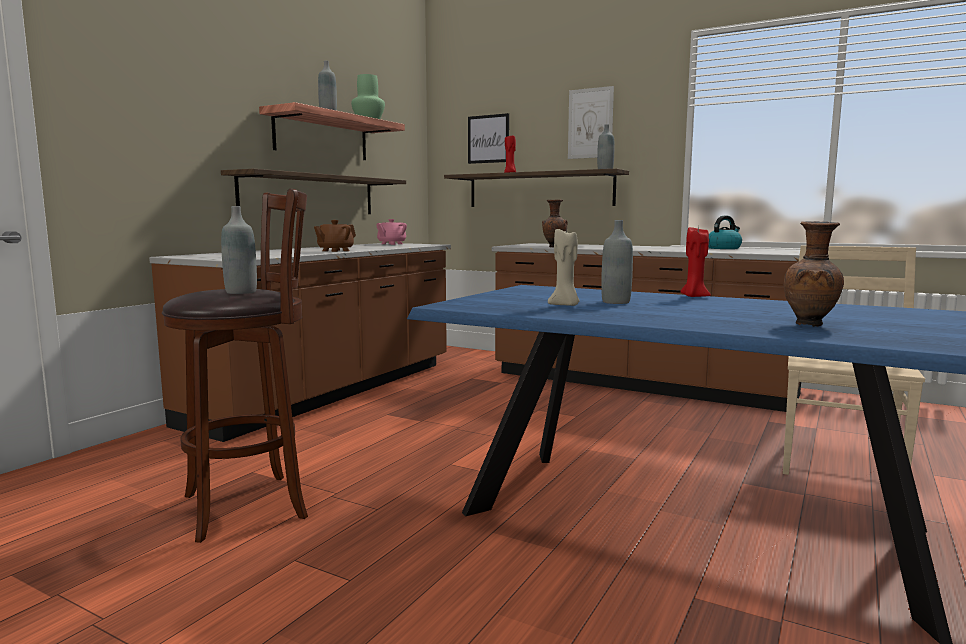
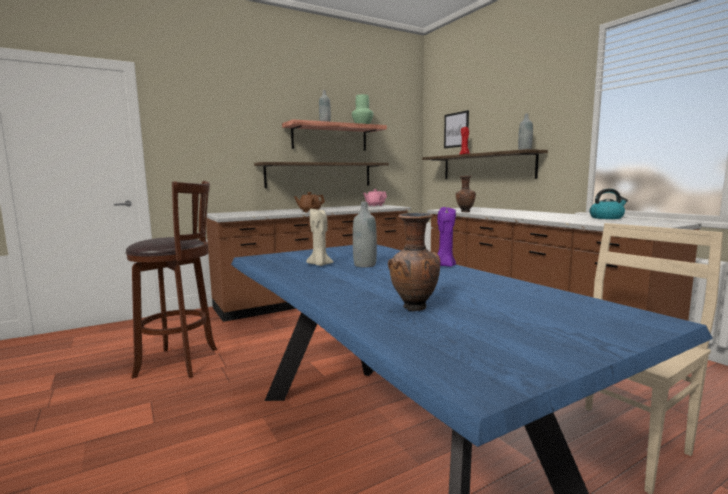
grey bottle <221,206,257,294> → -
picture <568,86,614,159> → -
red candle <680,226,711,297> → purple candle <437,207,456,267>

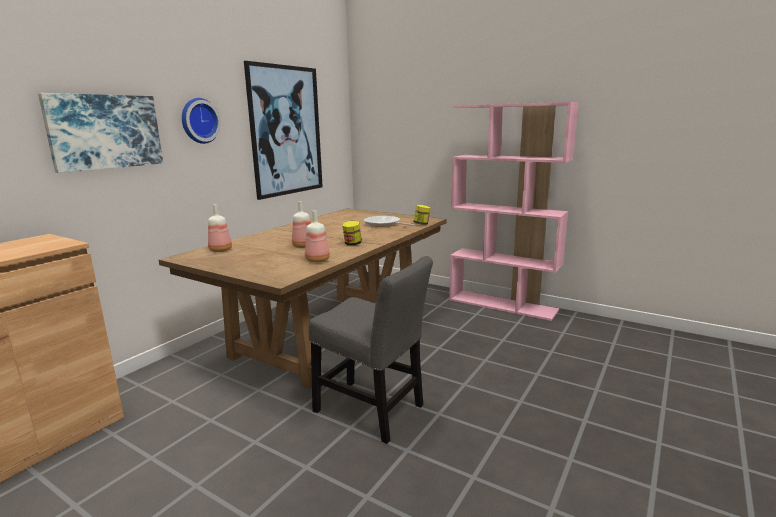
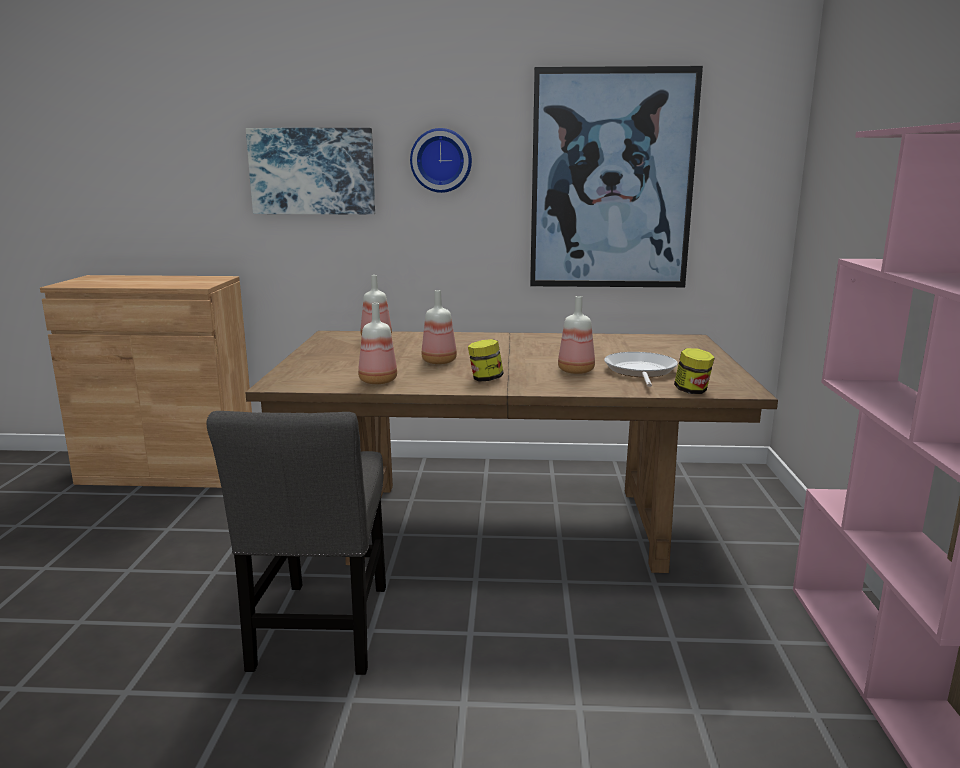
- → bottle <558,296,595,374>

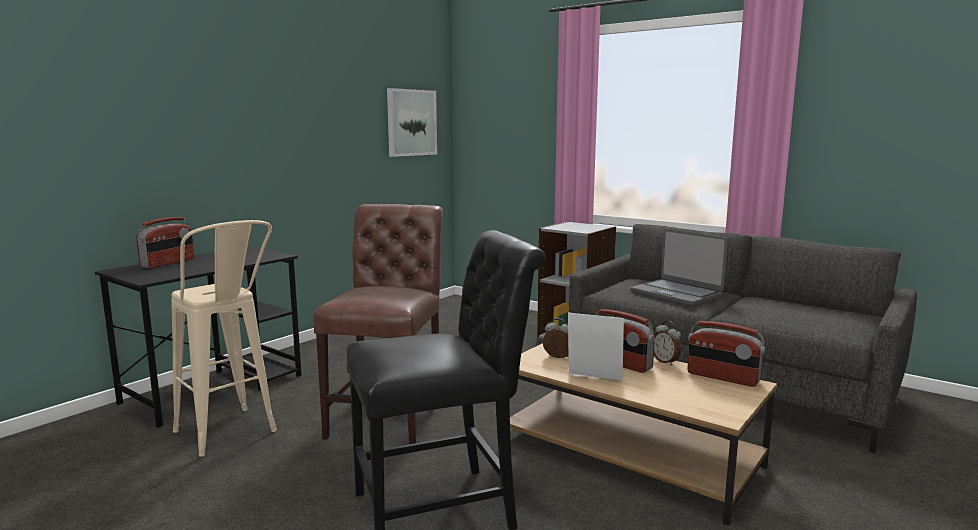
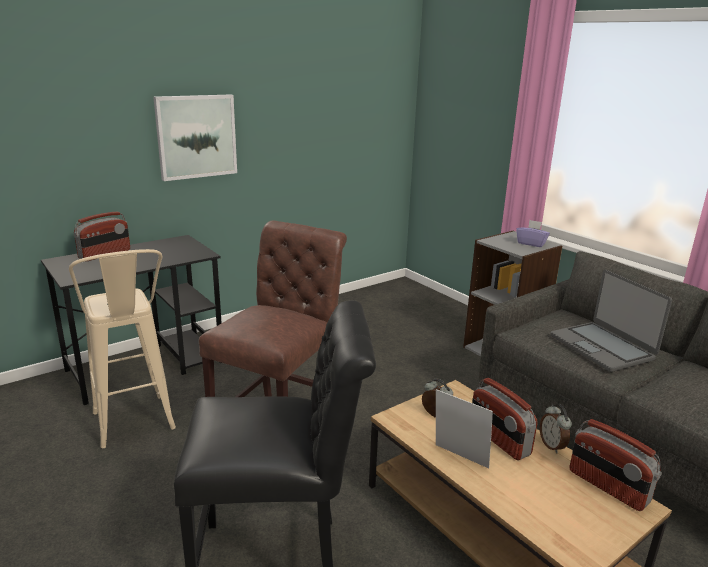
- → purple tissue box <516,220,550,247>
picture <387,88,437,157> → picture <153,94,237,181>, relocated

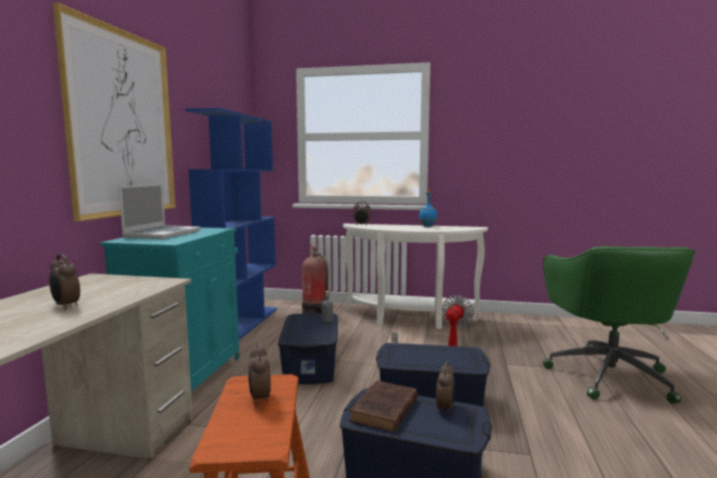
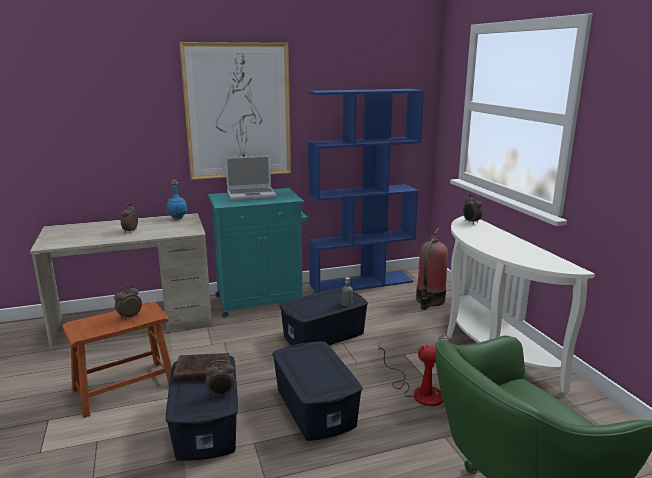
blue bottle <419,190,438,227> → blue bottle <167,180,187,220>, relocated

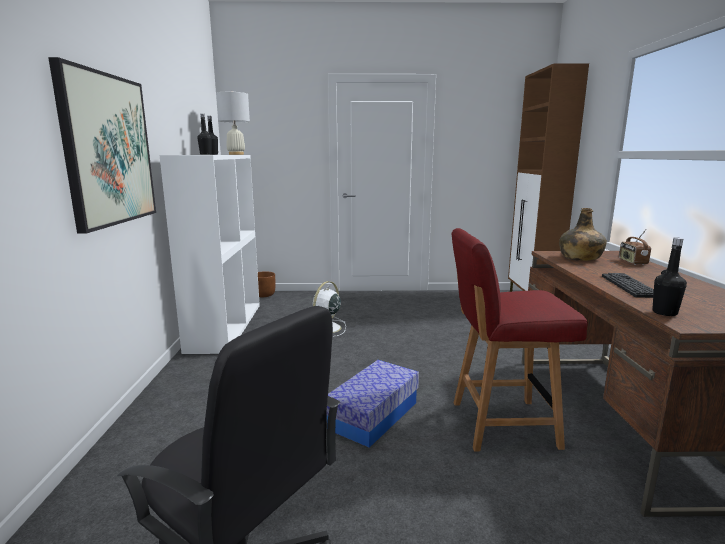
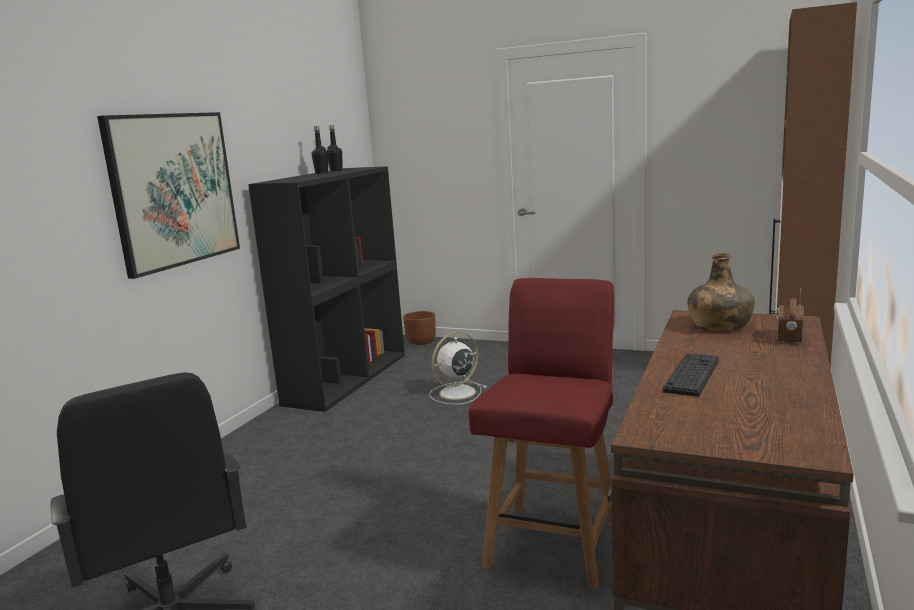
white table lamp <216,91,250,155> → -
storage box <326,360,419,448> → -
black bottle <652,238,687,316> → -
white bookcase <159,155,260,354> → black bookcase <248,166,405,412>
red chair <452,228,588,452> → red chair <469,278,614,589>, 90 degrees clockwise

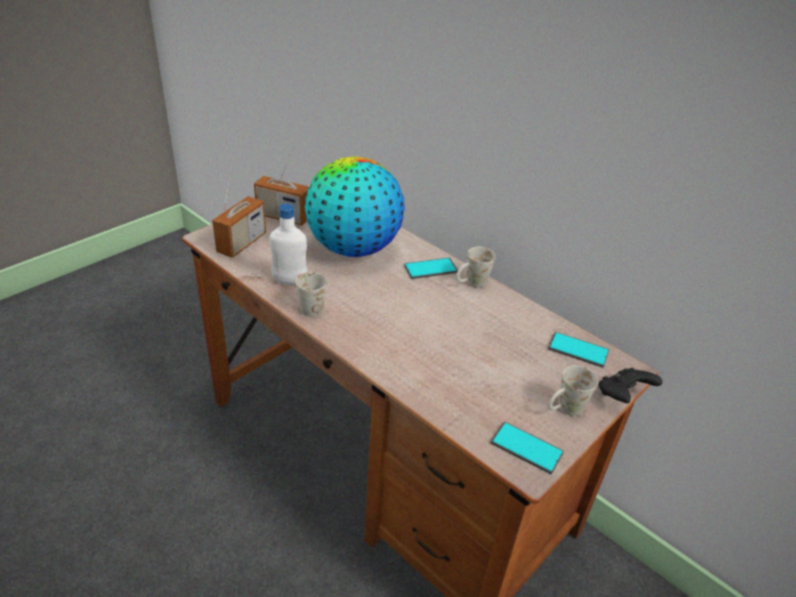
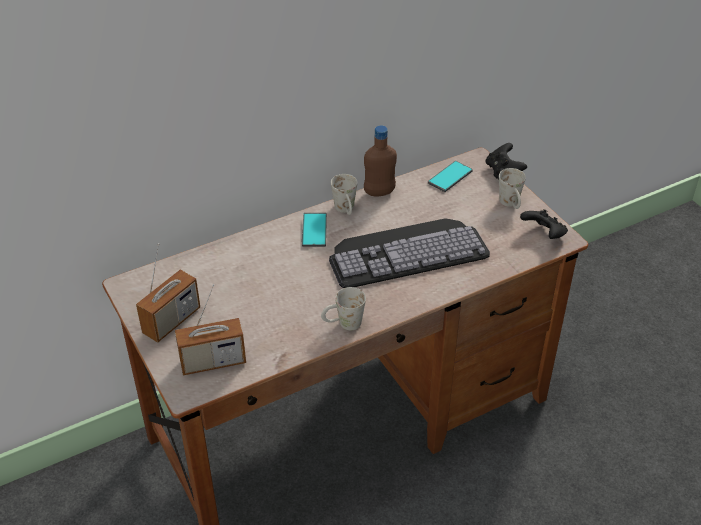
white bottle <269,204,308,285> → -
globe <305,157,405,257> → -
- → keyboard <329,218,490,288>
- → brown bottle <364,125,397,196>
phone <490,422,564,474> → black game controller <520,209,568,239>
radio <212,164,266,258> → radio <175,284,246,375>, 120 degrees clockwise

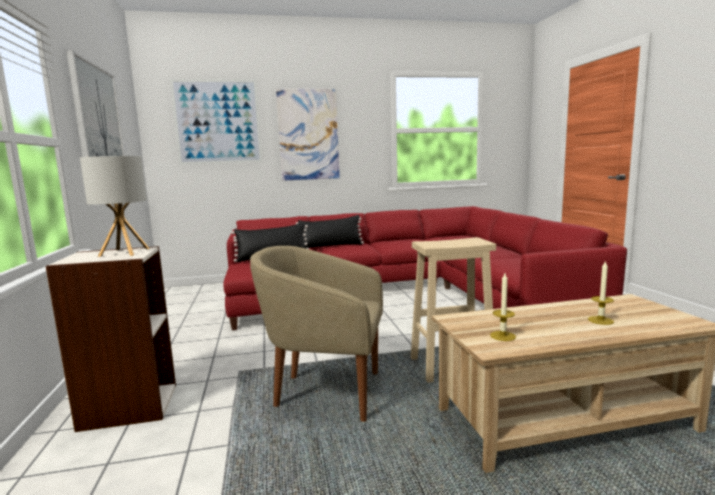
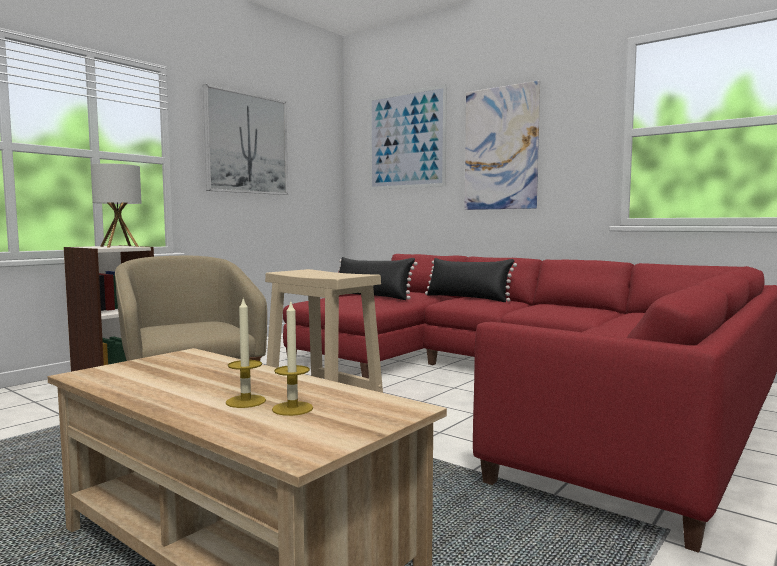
candle <490,273,516,341> → candle <272,302,313,416>, relocated

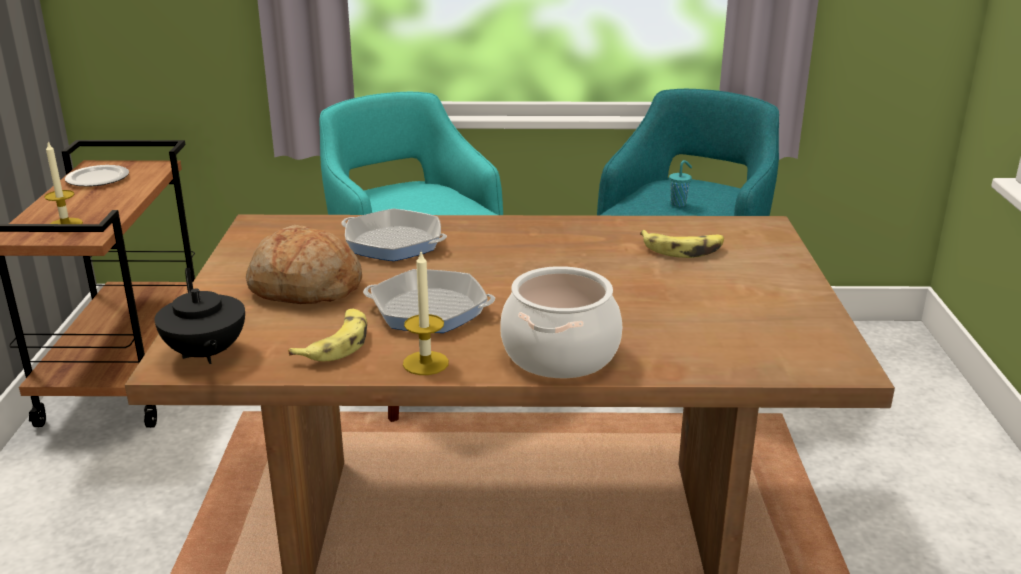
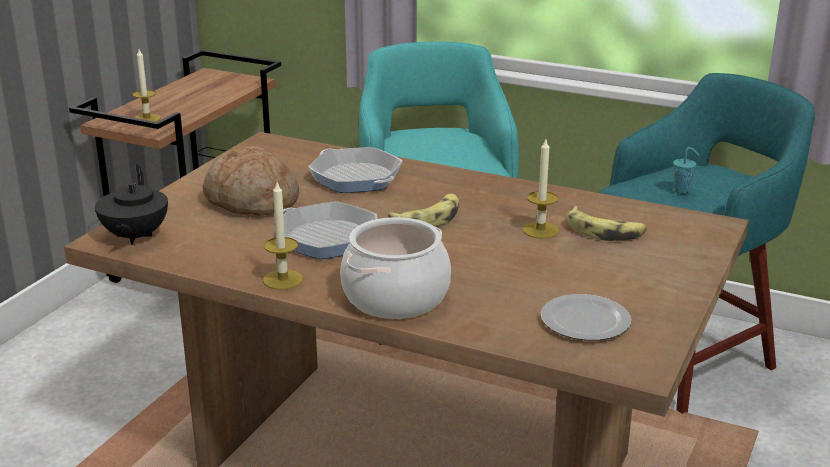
- → candle <522,140,559,238>
plate <65,165,129,186> → plate <541,294,631,341>, relocated
banana <288,309,367,361> → banana <388,194,459,227>, relocated

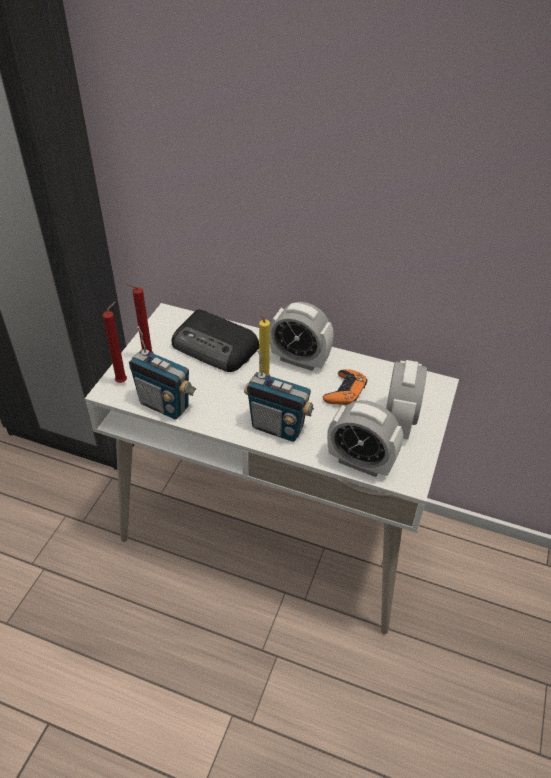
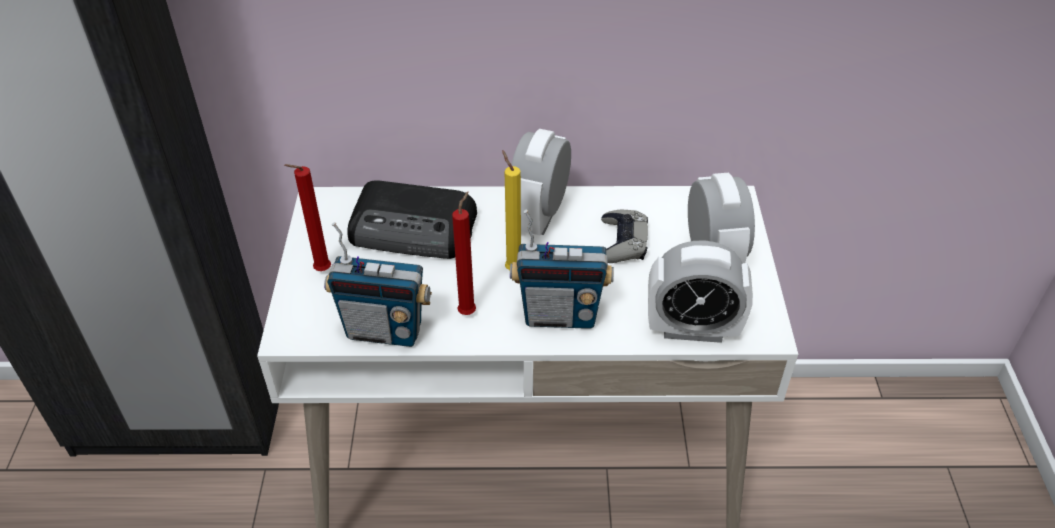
red candle <103,301,127,383> → red candle <452,192,476,315>, relocated
orange game controller <323,369,367,405> → grey game controller <601,210,648,263>
alarm clock <270,302,334,371> → alarm clock <511,129,571,236>, 105 degrees clockwise

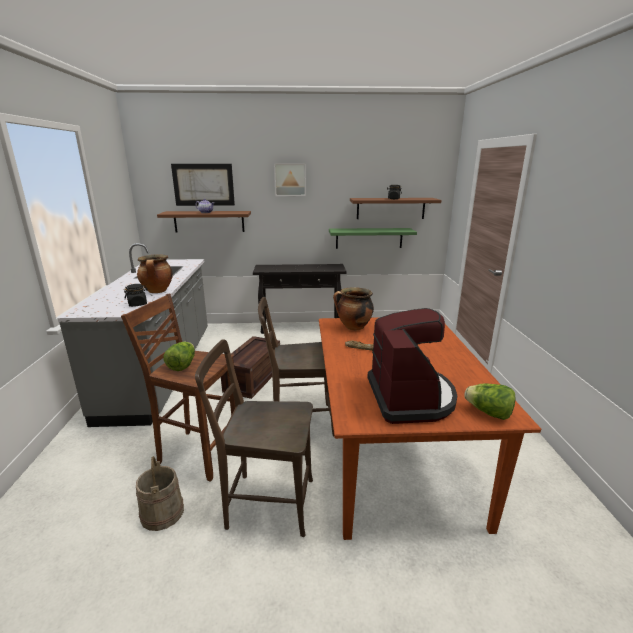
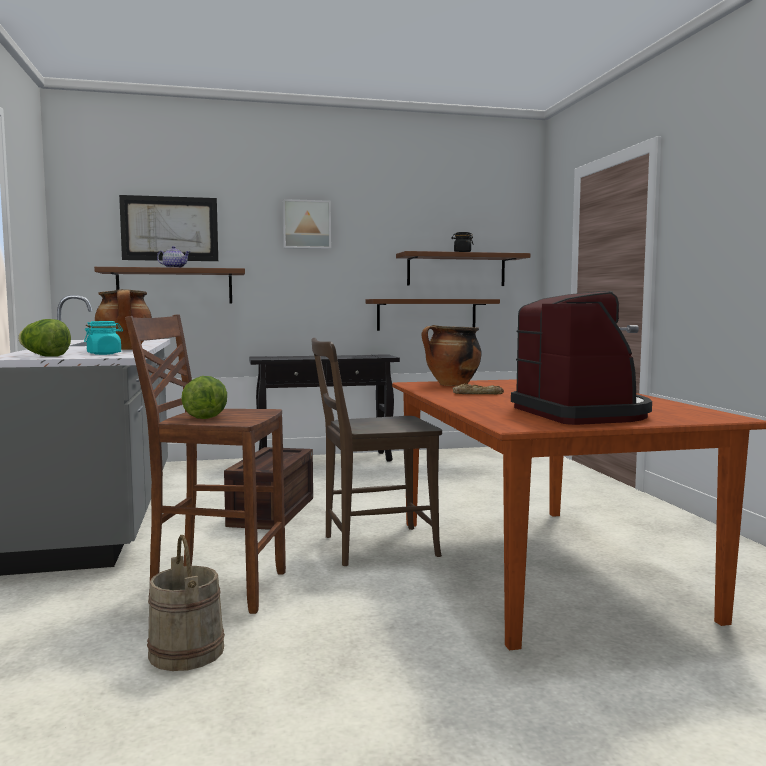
brown chair <195,339,313,537> → -
lettuce <464,383,516,420> → lettuce <18,319,71,357>, relocated
black jar <124,284,148,307> → turquoise jar <84,321,123,355>
green shelf <329,228,417,249> → brown shelf <365,299,500,331>

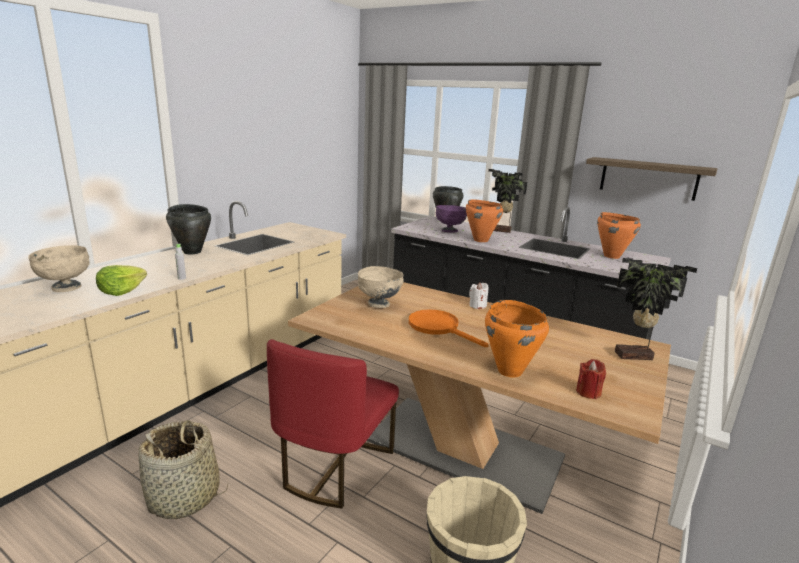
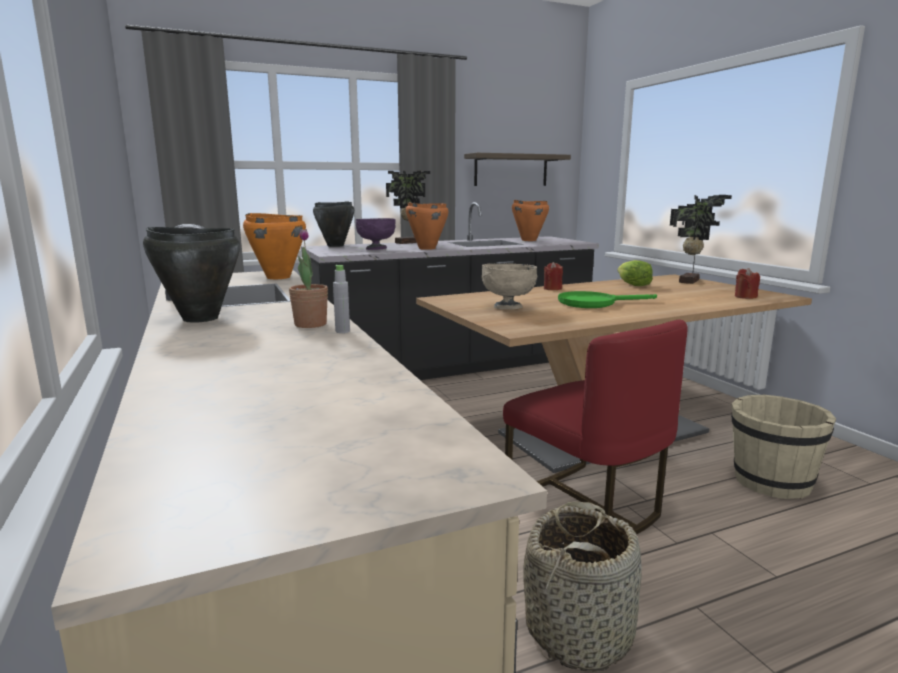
beige bowl <28,245,90,292> → -
- → potted plant <289,229,328,328>
lettuce <96,265,147,296> → lettuce <617,260,653,286>, relocated
orange cooking pot <485,300,549,378> → orange cooking pot <243,213,306,279>, relocated
orange frying pan <409,309,489,347> → green frying pan <558,291,657,308>
white candle <469,282,488,309> → red candle <544,262,563,290>

